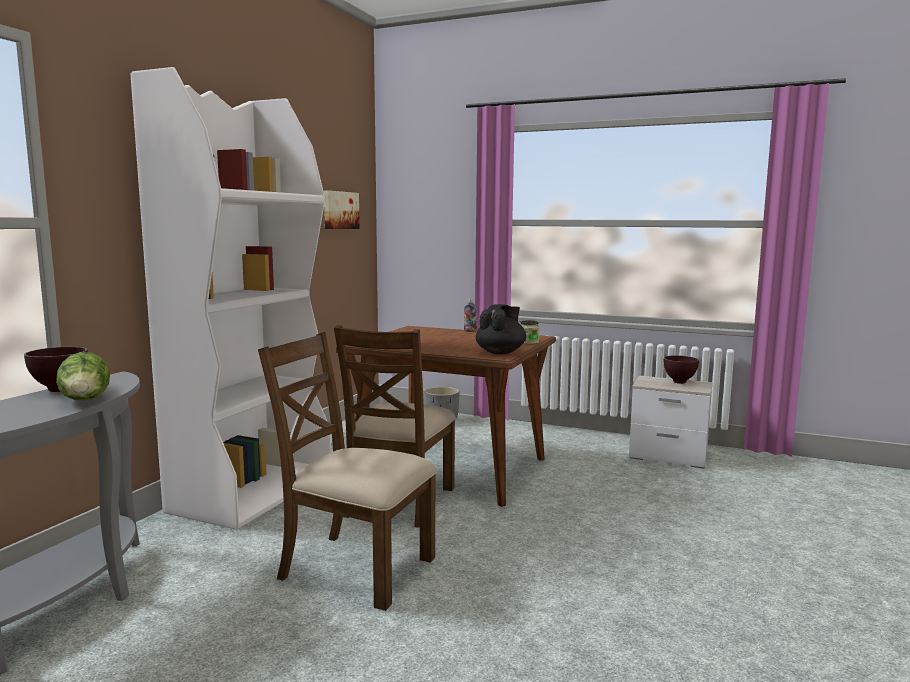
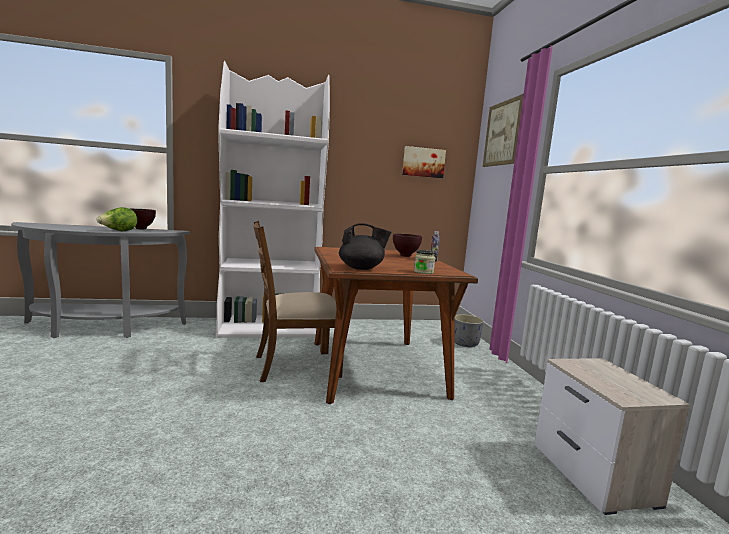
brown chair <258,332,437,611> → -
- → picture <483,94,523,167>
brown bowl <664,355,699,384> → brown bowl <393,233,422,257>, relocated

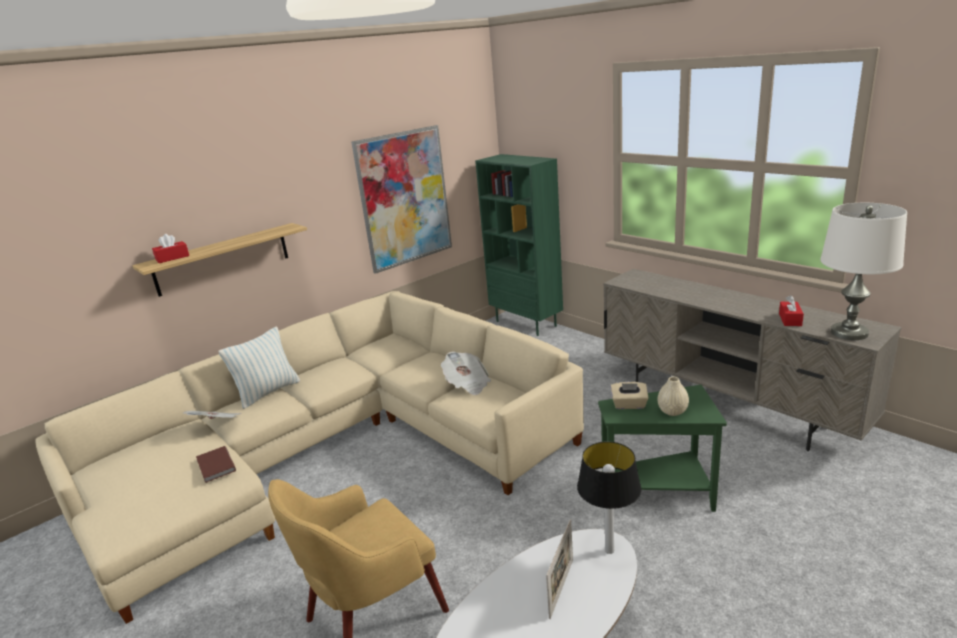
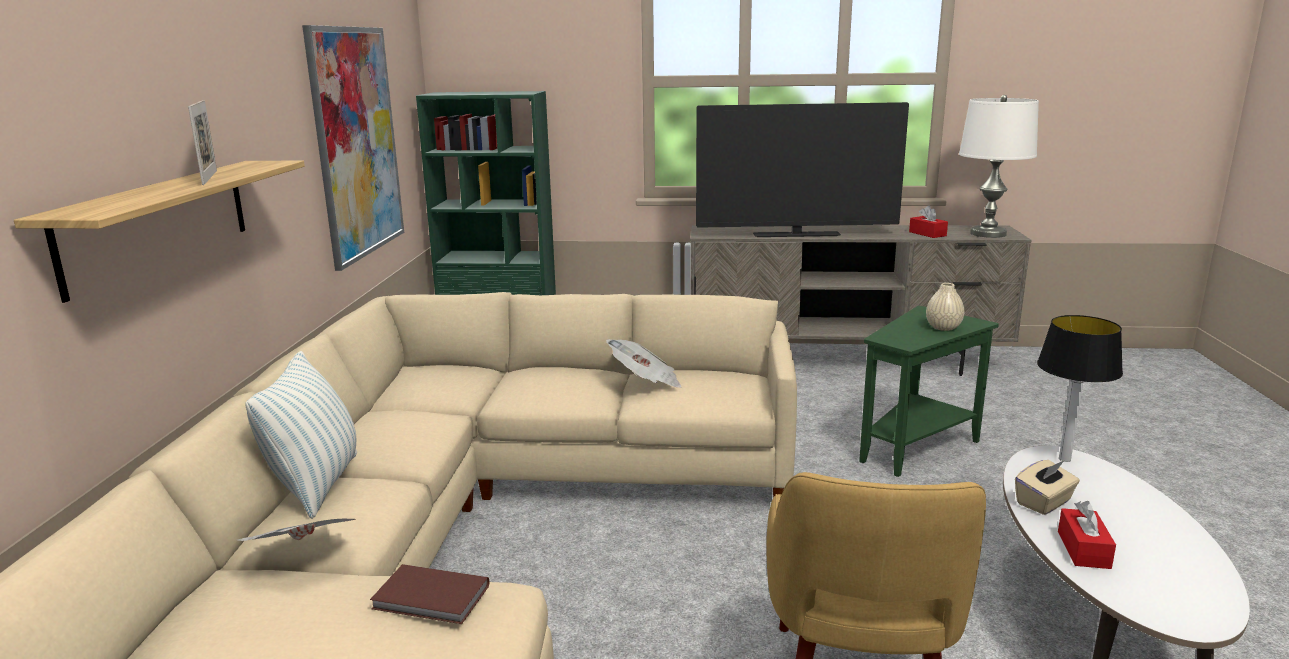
- → television <696,102,909,237>
red tissue box <152,234,189,263> → red tissue box <1058,501,1116,569>, relocated
picture frame <546,519,573,619> → picture frame <188,100,217,185>, relocated
beige tissue box <610,382,649,409> → beige tissue box <1015,460,1080,515>, relocated

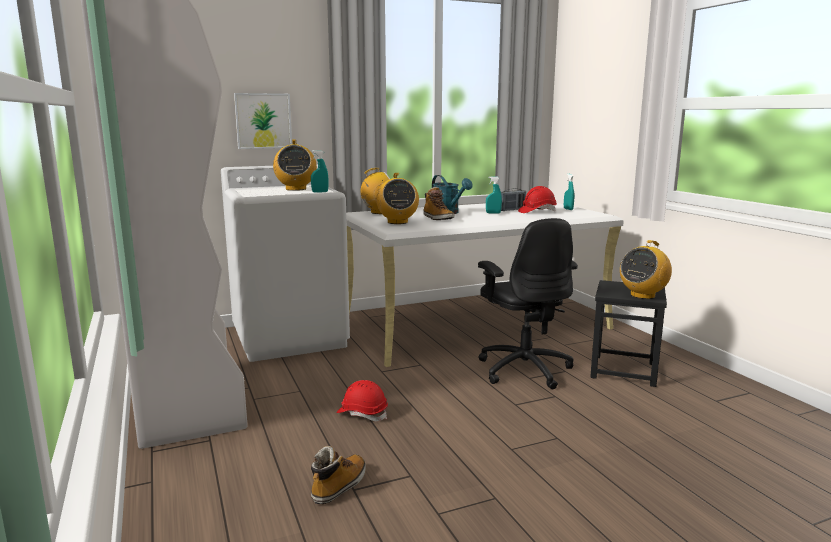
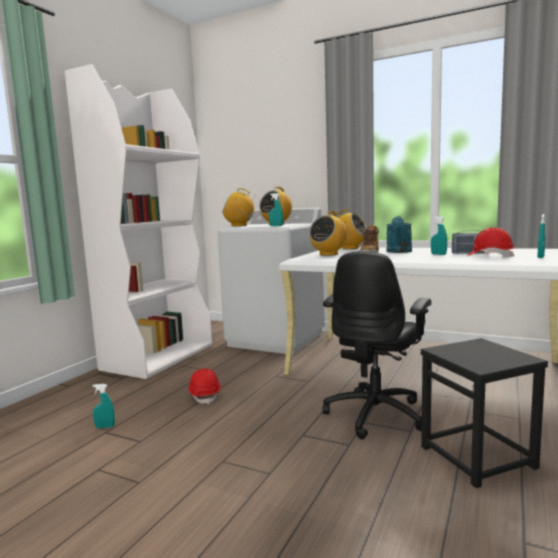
picture <234,93,292,149> → -
radio <620,240,672,299> → radio <222,188,254,227>, relocated
boot <311,446,366,504> → turquoise spray bottle <92,384,115,428>

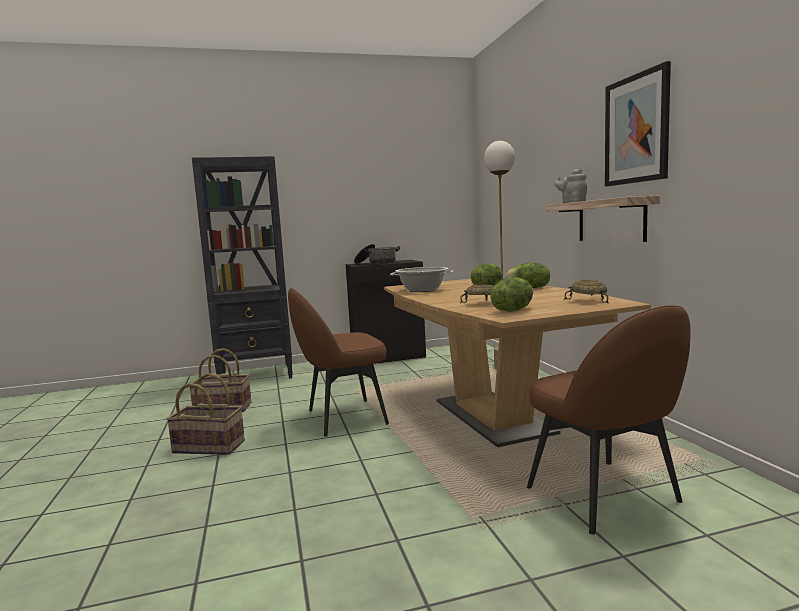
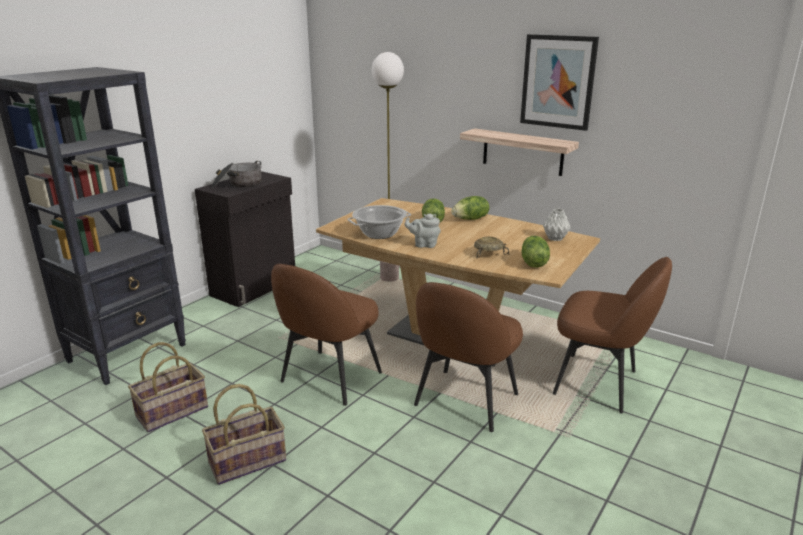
- → brown chair <414,282,523,432>
grey teapot <554,169,587,203> → grey teapot <405,213,441,248>, relocated
beige bowl <564,280,609,303> → grey vase <543,209,570,241>

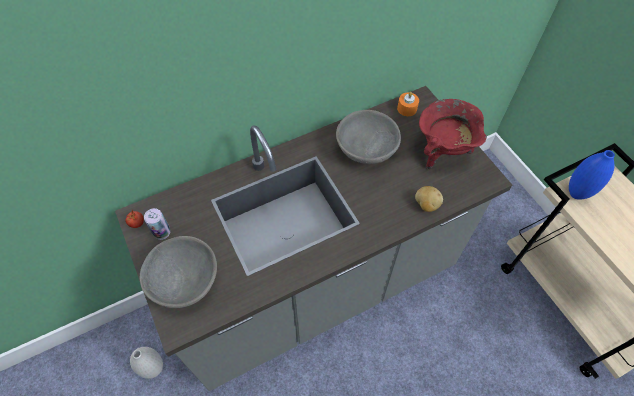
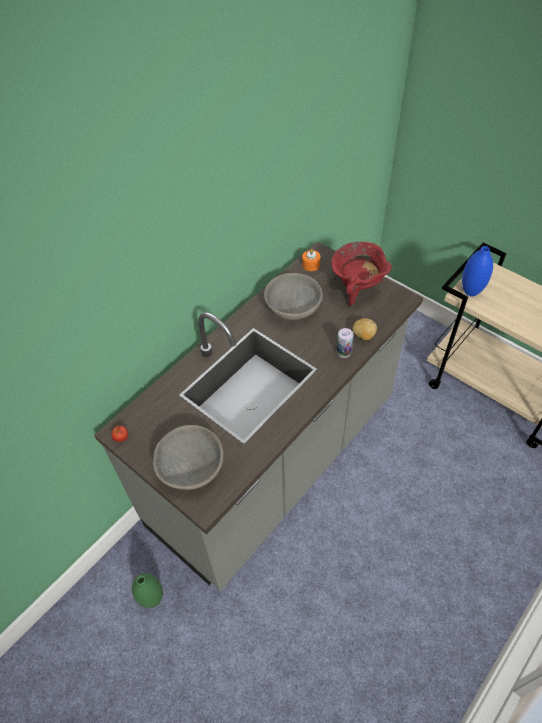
can <144,208,170,240> → can <336,328,354,358>, relocated
white vase <130,347,163,379> → green vase <132,573,163,608>

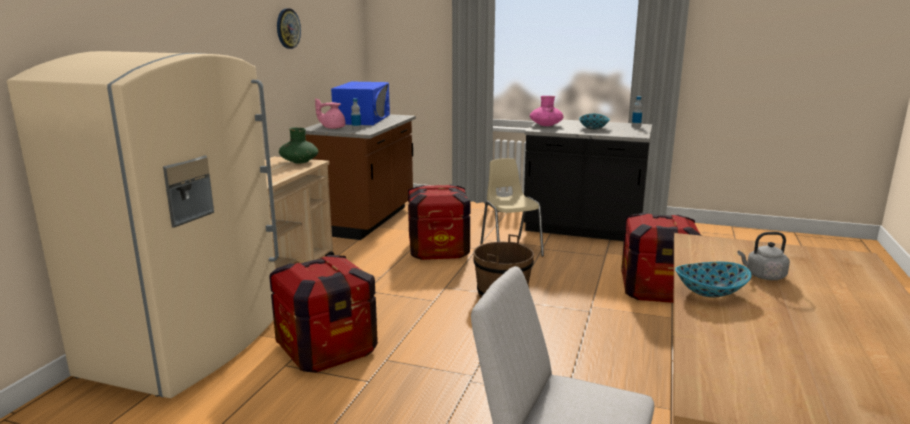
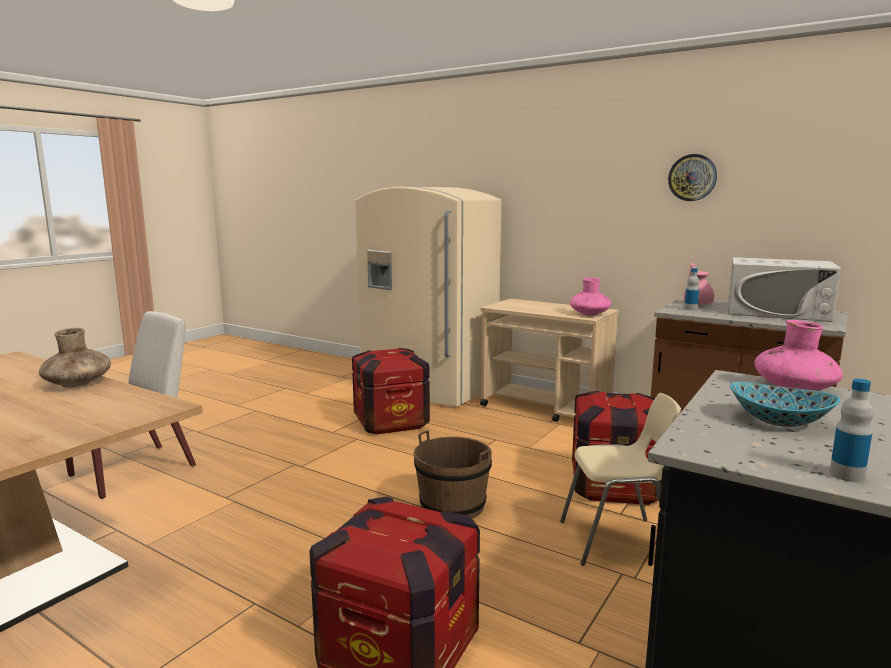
grey kettle <737,232,790,280> → -
bowl <675,262,752,297> → brown vase <39,328,111,387>
green vase <279,128,318,163> → pink vase <570,277,611,316>
blue microwave <331,82,390,125> → white microwave <728,257,841,322>

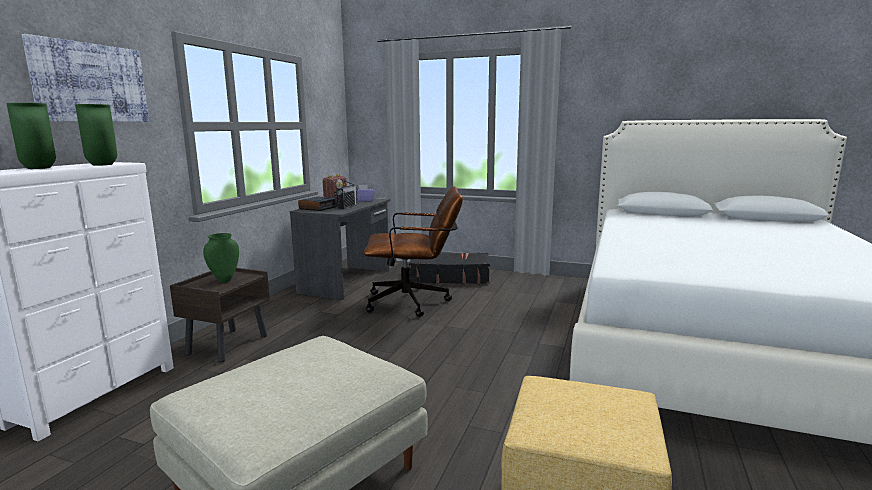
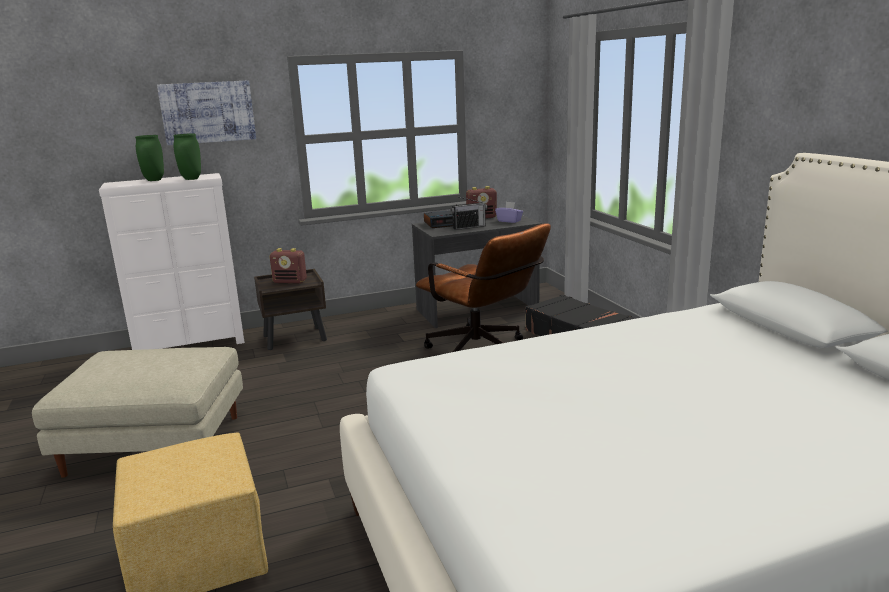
green vase <203,233,239,283> → radio <270,248,307,284>

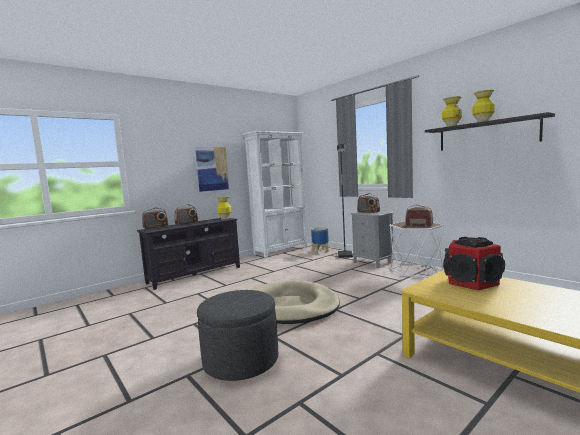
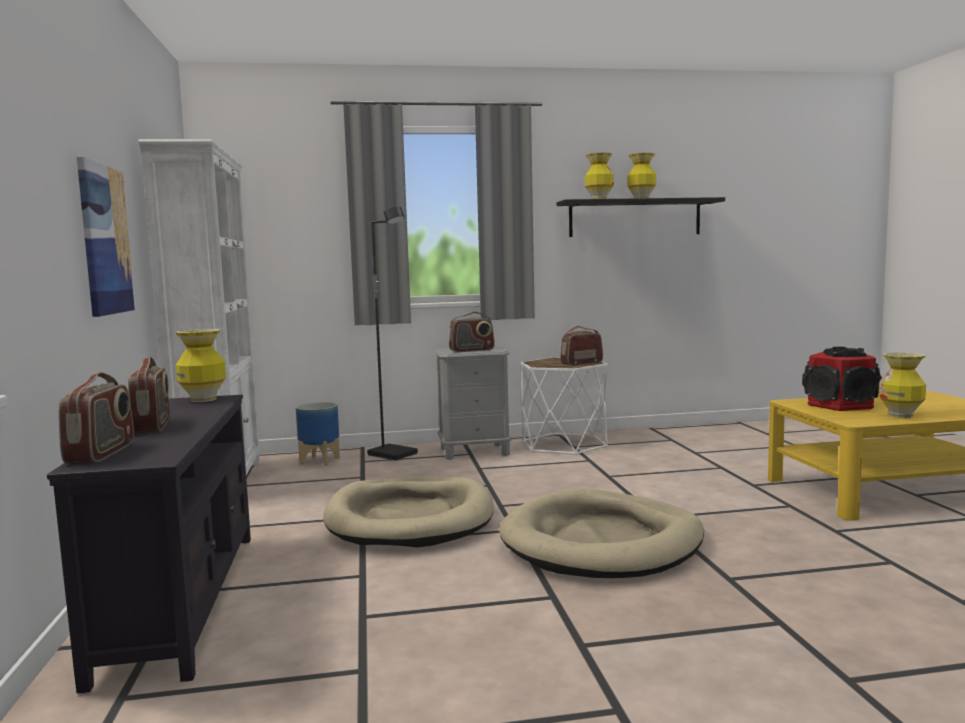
grey ottoman <197,290,278,381> → -
- → beige dog bed <323,477,494,548>
- → vase <879,352,926,418>

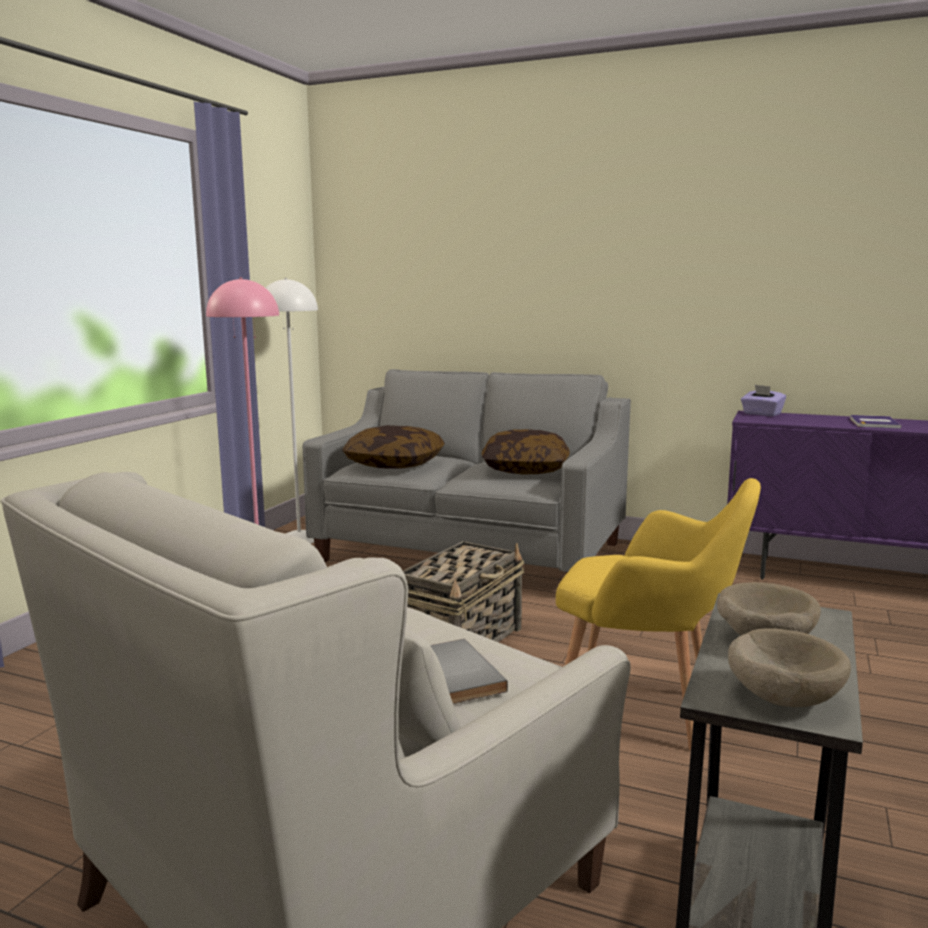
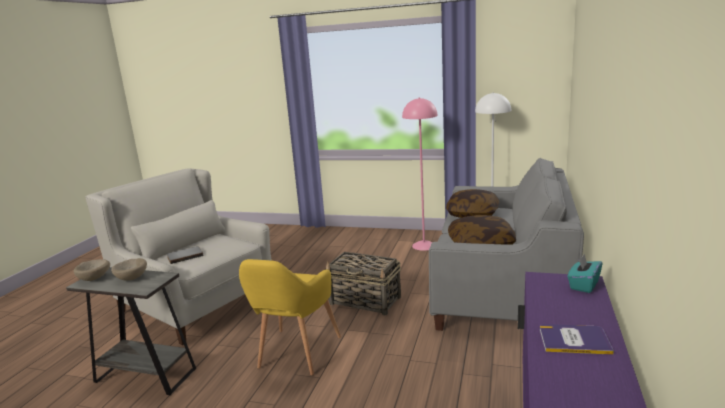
purple tissue box <741,385,786,416> → turquoise tissue box <567,254,602,293>

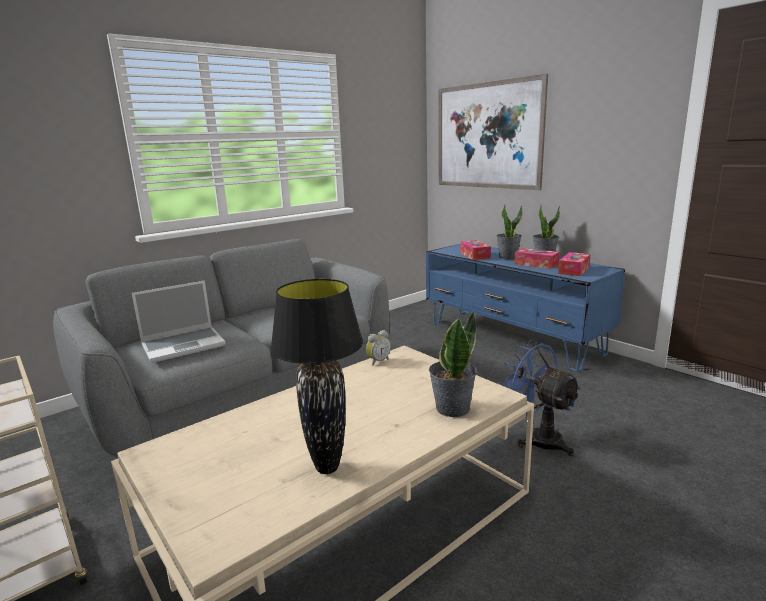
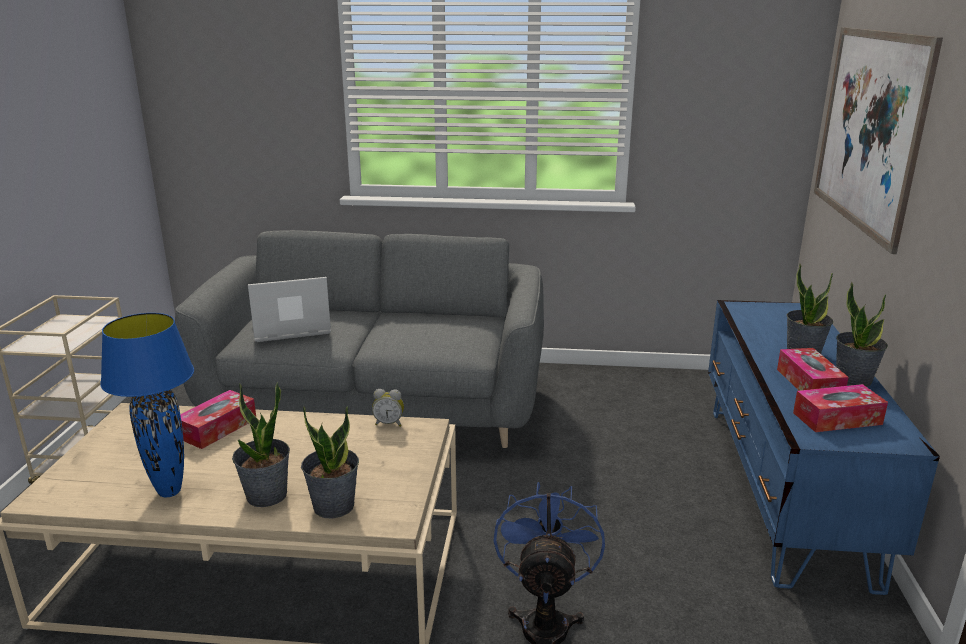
- → potted plant <232,382,290,507>
tissue box <460,240,491,260> → tissue box <180,390,256,449>, relocated
black table lamp <270,279,363,474> → blue table lamp <100,313,194,497>
laptop <132,281,226,363> → laptop <248,277,331,342>, 150 degrees clockwise

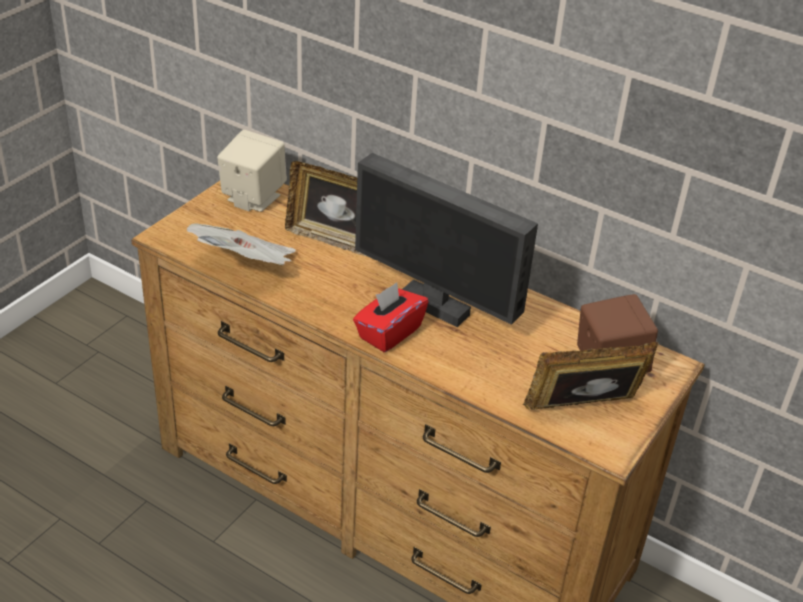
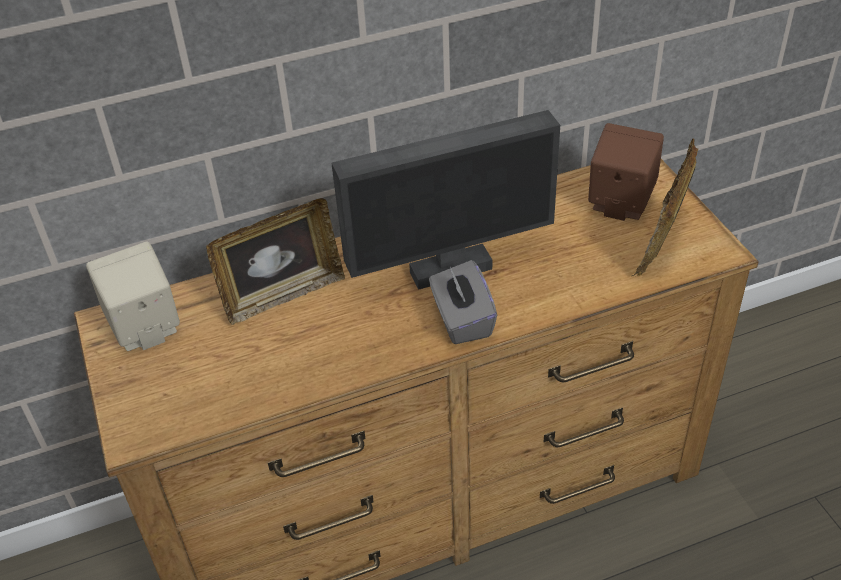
newspaper <187,223,296,265> → -
red tissue box <353,282,428,352> → grey tissue box <429,260,497,344>

